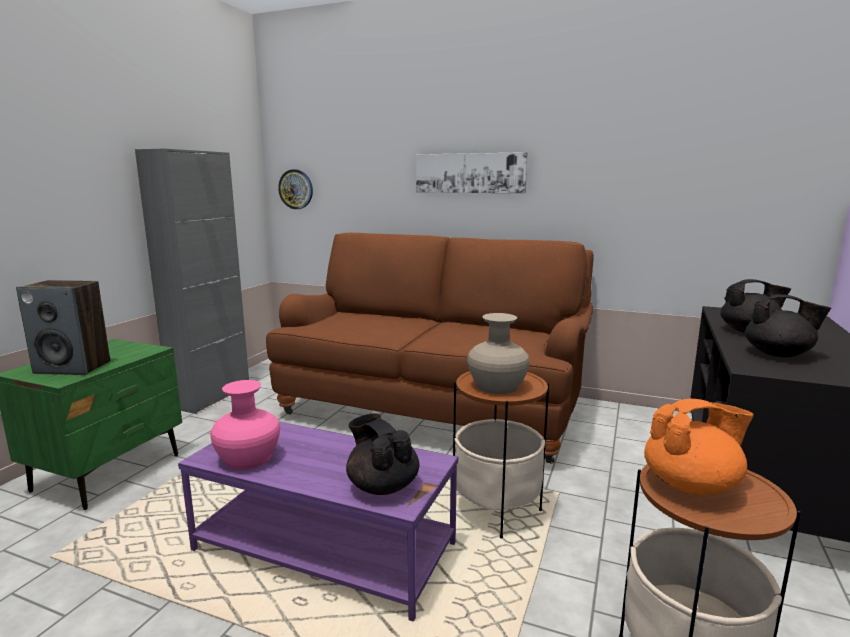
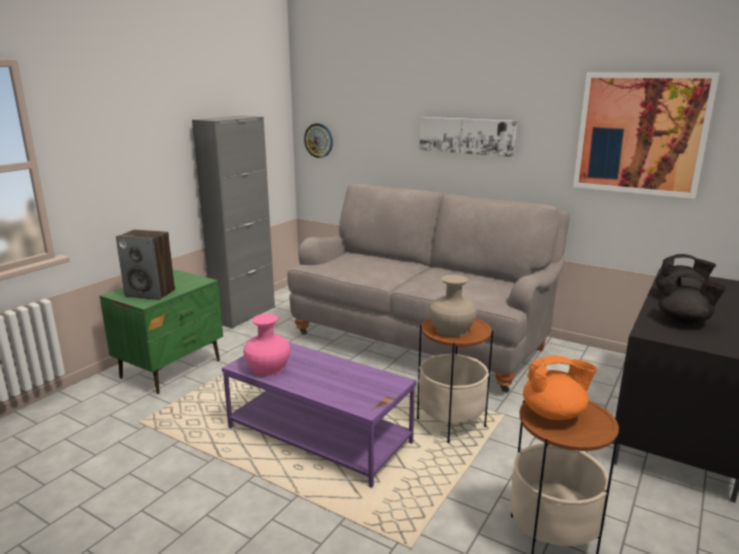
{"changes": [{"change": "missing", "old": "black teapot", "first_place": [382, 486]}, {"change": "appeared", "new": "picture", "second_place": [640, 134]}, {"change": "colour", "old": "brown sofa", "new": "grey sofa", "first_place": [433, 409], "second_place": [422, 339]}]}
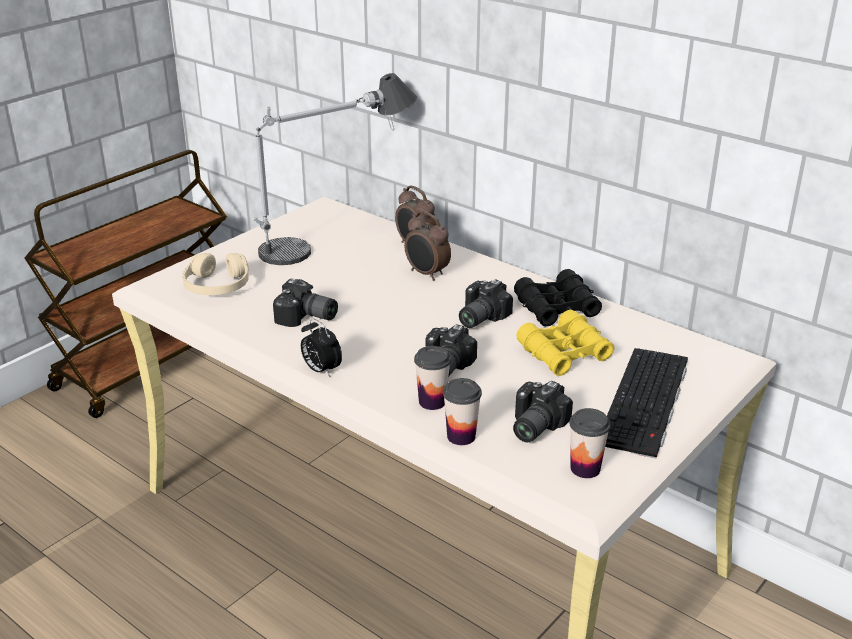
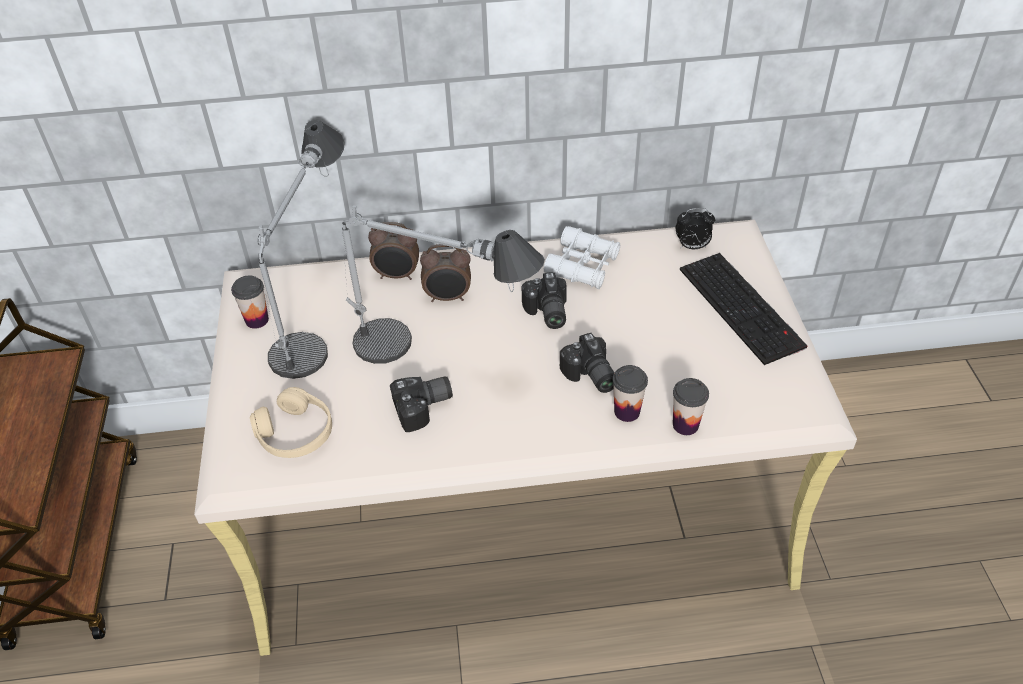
{"changes": [{"change": "missing", "old": "photo camera", "first_place": [532, 426]}, {"change": "missing", "old": "yellow binoculars", "first_place": [564, 353]}, {"change": "appeared", "new": "table lamp", "second_place": [438, 358]}, {"change": "relocated", "old": "alarm clock", "first_place": [321, 370], "second_place": [692, 246]}, {"change": "relocated", "old": "cup", "first_place": [585, 468], "second_place": [257, 320]}, {"change": "colour", "old": "black binoculars", "new": "white binoculars", "first_place": [557, 307], "second_place": [582, 265]}]}
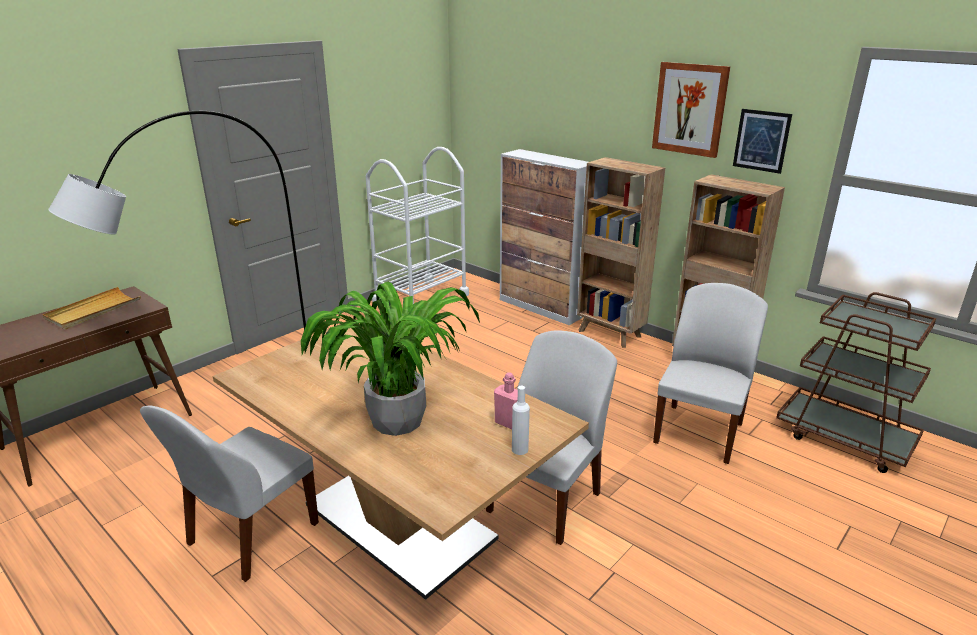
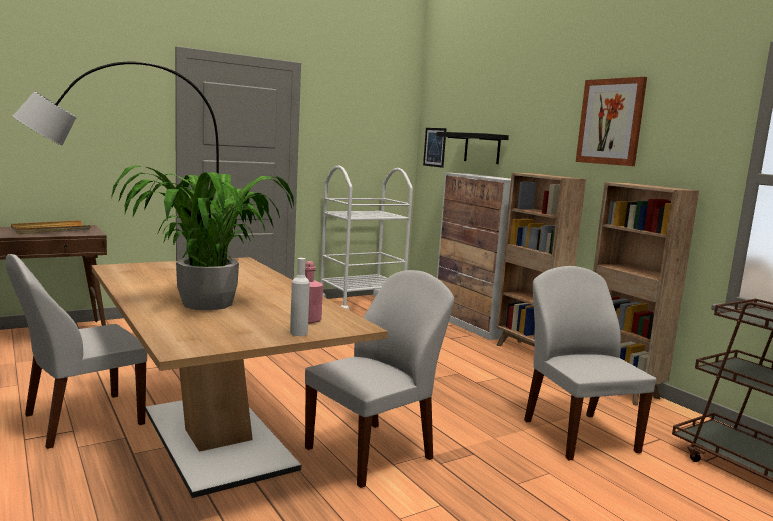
{"changes": [{"change": "appeared", "new": "black shelf", "second_place": [482, 148]}, {"change": "relocated", "old": "picture", "first_place": [761, 140], "second_place": [434, 147]}, {"change": "spun", "old": "white chair", "first_place": [699, 432], "second_place": [578, 434], "degrees": -60}]}
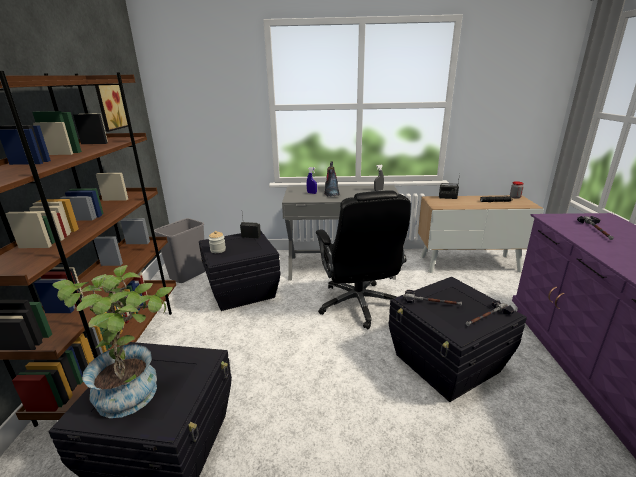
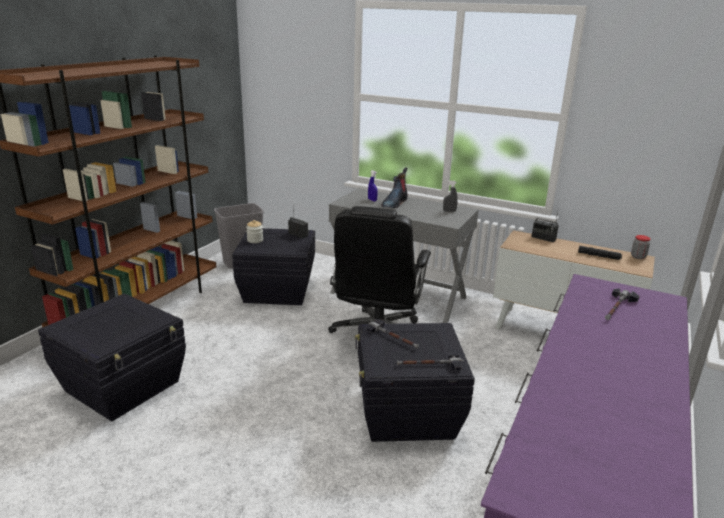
{"changes": [{"change": "missing", "old": "potted plant", "first_place": [136, 389]}, {"change": "missing", "old": "picture", "first_place": [110, 105]}]}
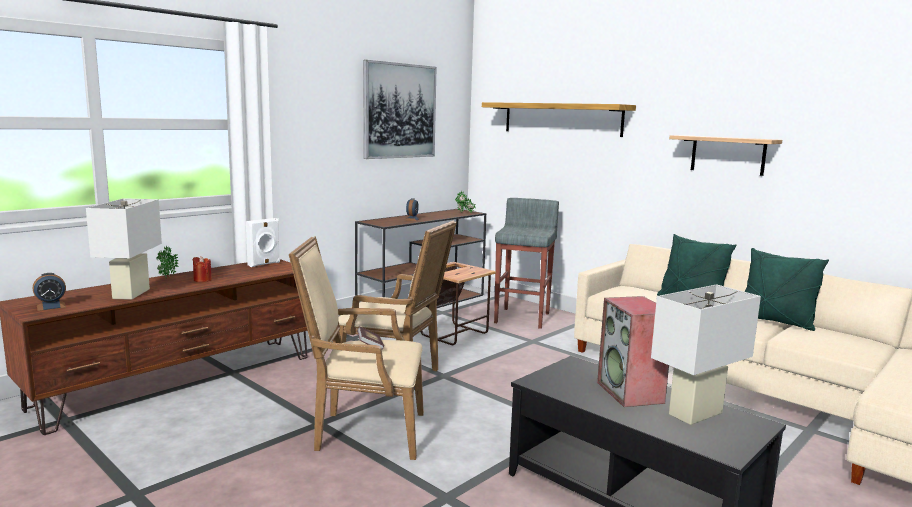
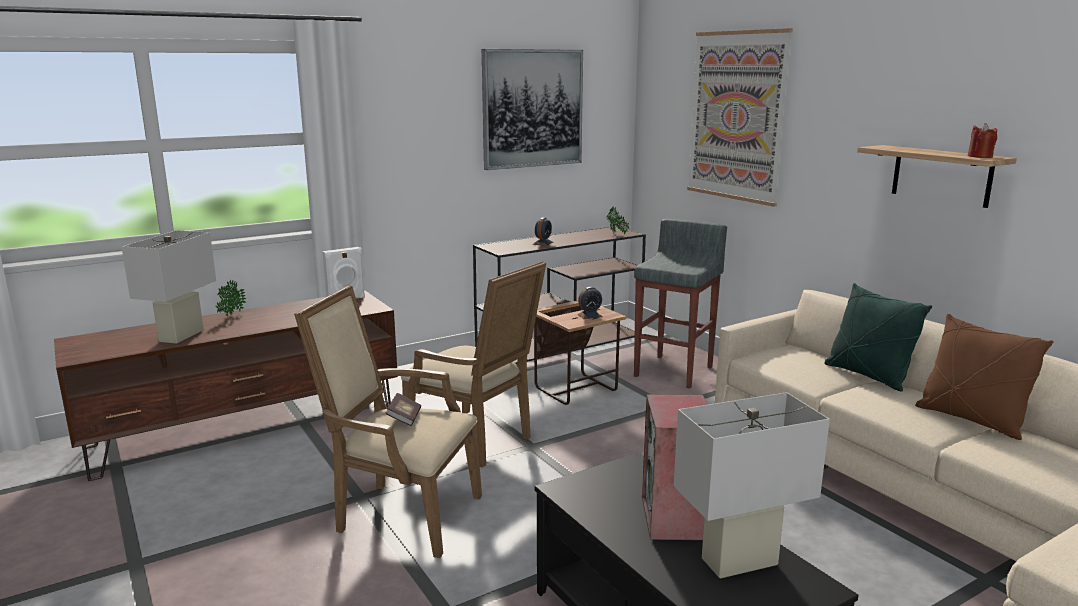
{"changes": [{"change": "relocated", "old": "alarm clock", "first_place": [51, 306], "second_place": [589, 315]}, {"change": "relocated", "old": "red candle", "first_place": [202, 280], "second_place": [980, 156]}, {"change": "exchanged", "old": "shelf", "new": "picture", "first_place": [561, 119], "second_place": [736, 116]}, {"change": "colour", "old": "green pillow", "new": "brown pillow", "first_place": [775, 322], "second_place": [971, 420]}]}
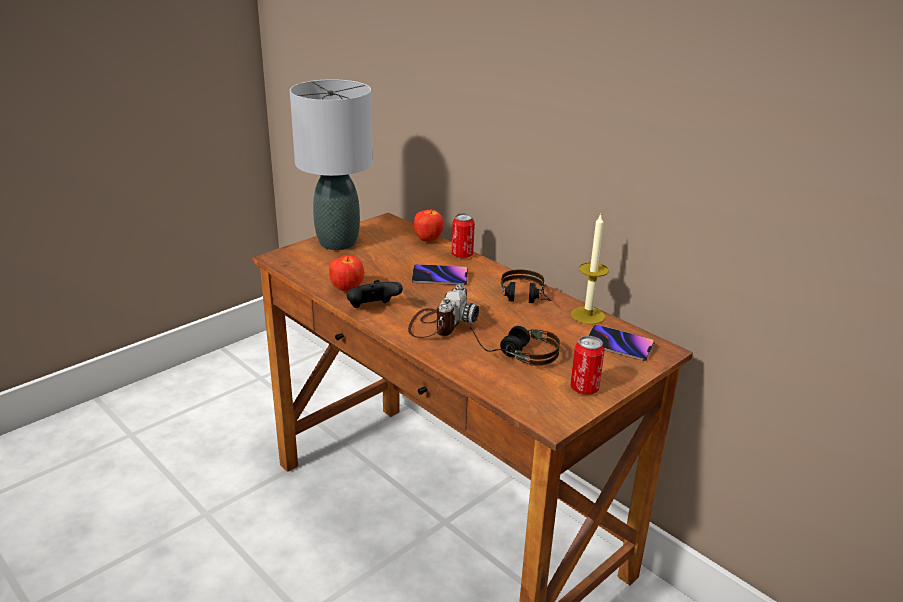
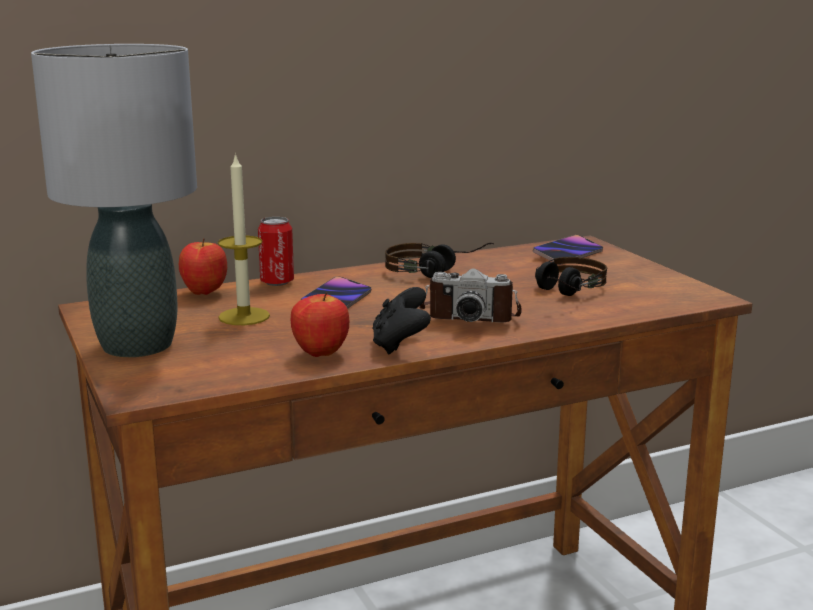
{"changes": [{"change": "missing", "old": "can", "first_place": [584, 388]}, {"change": "relocated", "old": "candle", "first_place": [588, 315], "second_place": [244, 316]}, {"change": "spun", "old": "photo camera", "first_place": [439, 323], "second_place": [469, 315], "degrees": 150}]}
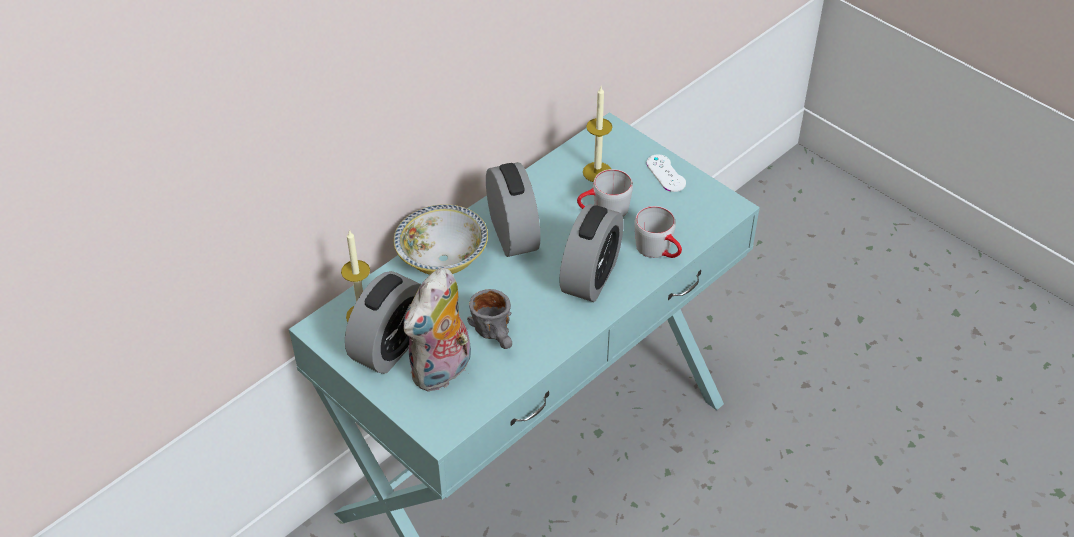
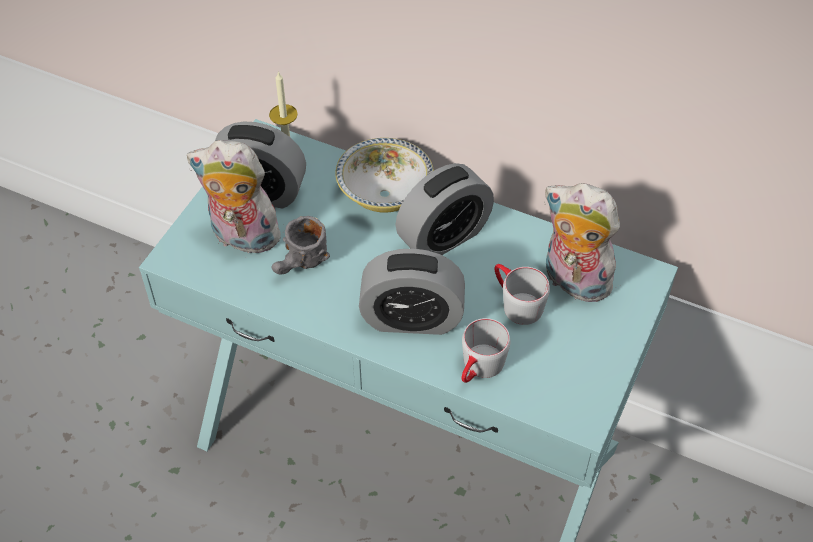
{"changes": [{"change": "missing", "old": "white game controller", "first_place": [666, 173]}, {"change": "exchanged", "old": "candle", "new": "plush toy", "first_place": [597, 172], "second_place": [572, 282]}]}
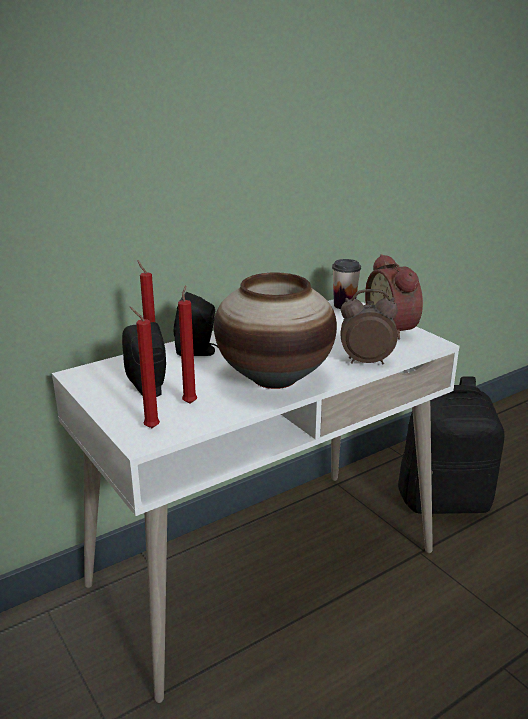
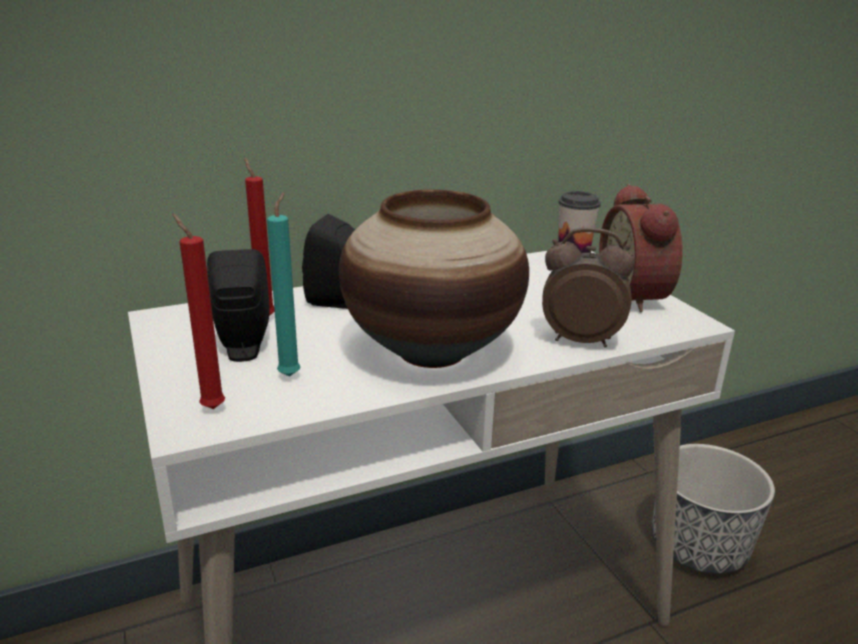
{"changes": [{"change": "exchanged", "old": "black backpack", "new": "planter", "first_place": [444, 499], "second_place": [699, 545]}, {"change": "colour", "old": "red candle", "new": "turquoise candle", "first_place": [190, 402], "second_place": [291, 374]}]}
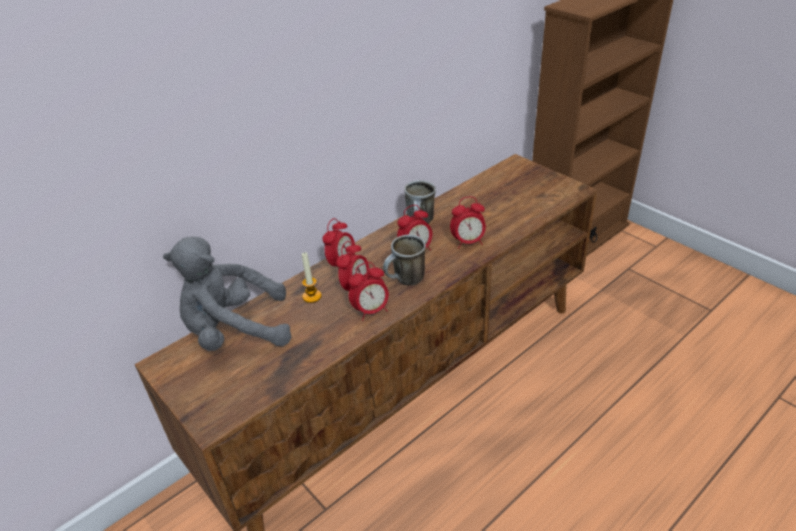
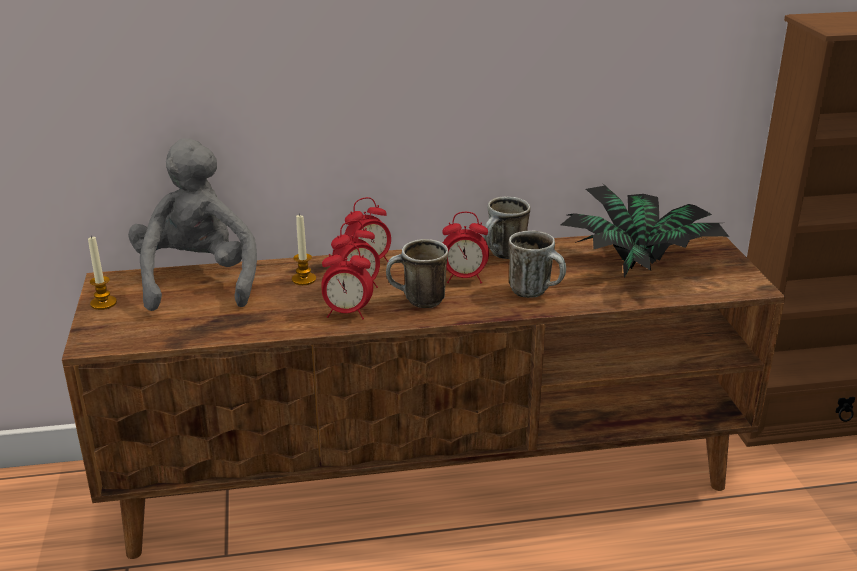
{"changes": [{"change": "appeared", "new": "candle", "second_place": [103, 303]}, {"change": "appeared", "new": "potted plant", "second_place": [641, 265]}, {"change": "exchanged", "old": "alarm clock", "new": "mug", "first_place": [468, 242], "second_place": [536, 292]}, {"change": "spun", "old": "grey plush toy", "first_place": [234, 331], "second_place": [198, 280], "degrees": 60}]}
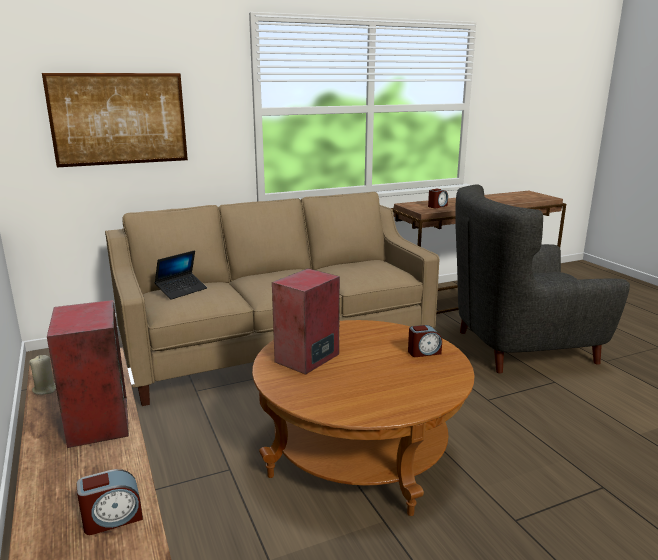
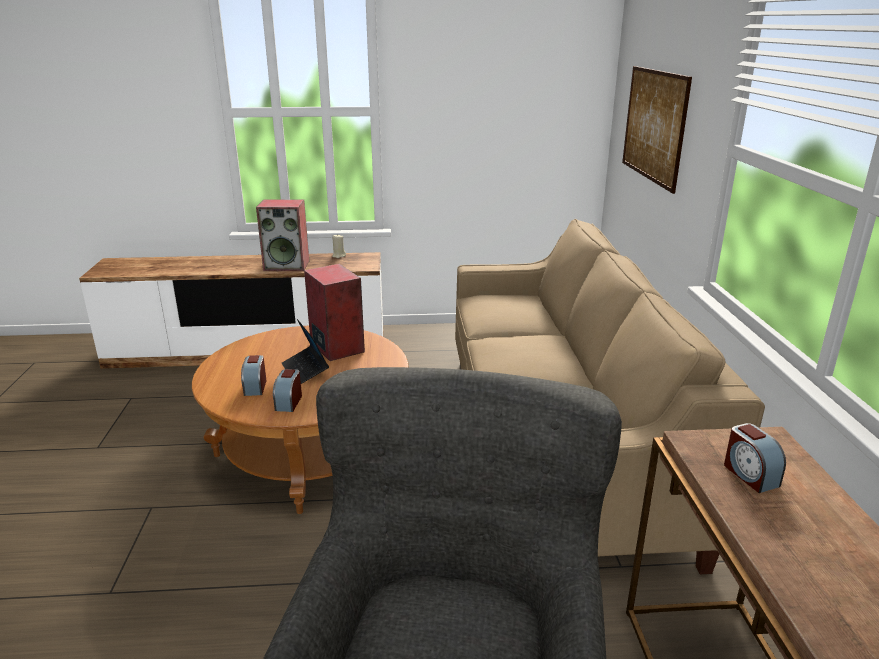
{"changes": [{"change": "relocated", "old": "alarm clock", "first_place": [112, 518], "second_place": [255, 387]}, {"change": "relocated", "old": "laptop", "first_place": [181, 290], "second_place": [305, 371]}]}
